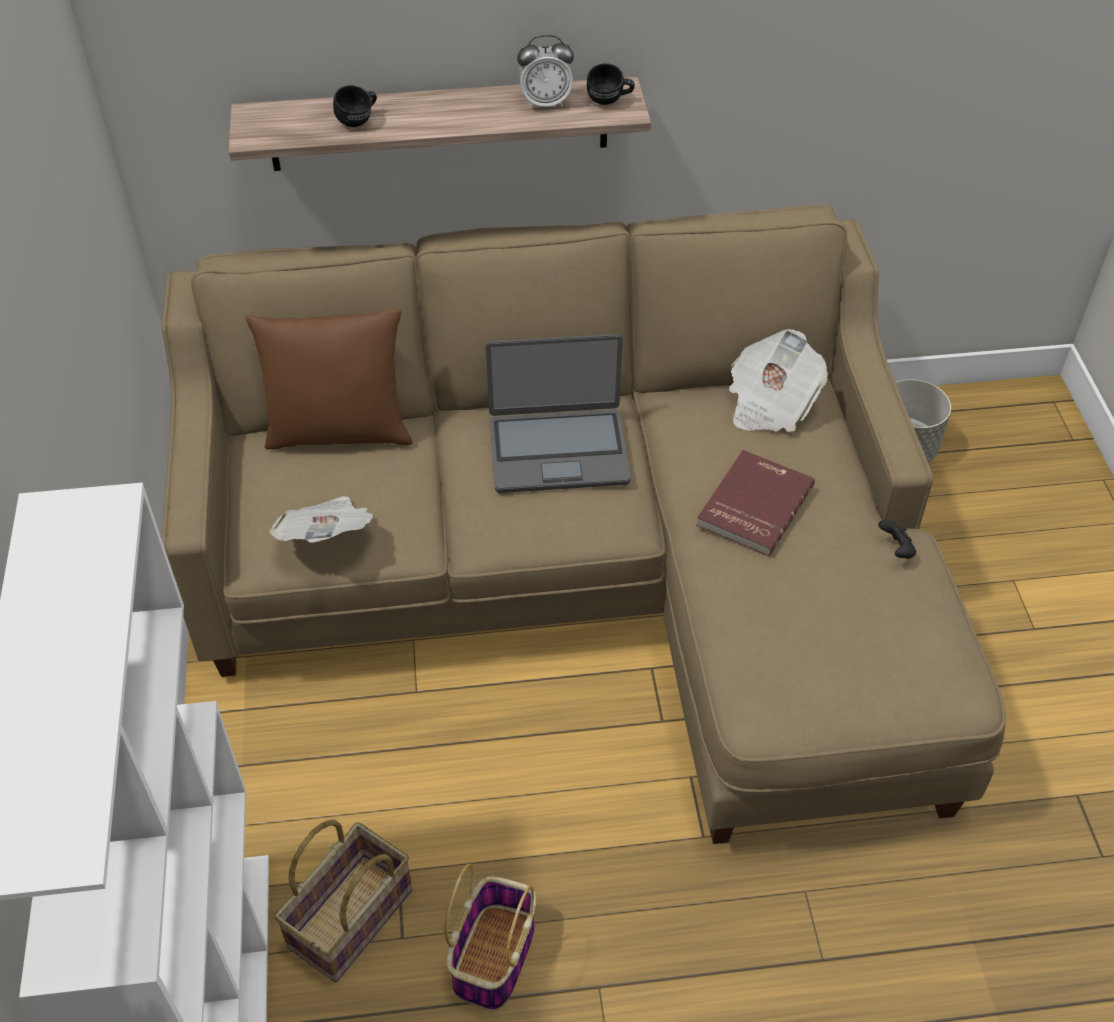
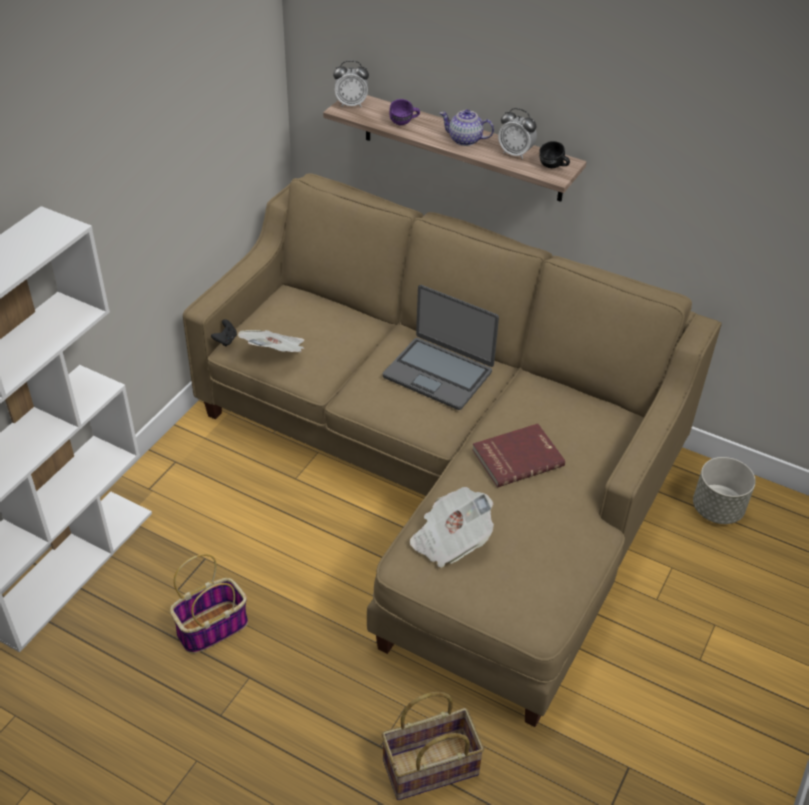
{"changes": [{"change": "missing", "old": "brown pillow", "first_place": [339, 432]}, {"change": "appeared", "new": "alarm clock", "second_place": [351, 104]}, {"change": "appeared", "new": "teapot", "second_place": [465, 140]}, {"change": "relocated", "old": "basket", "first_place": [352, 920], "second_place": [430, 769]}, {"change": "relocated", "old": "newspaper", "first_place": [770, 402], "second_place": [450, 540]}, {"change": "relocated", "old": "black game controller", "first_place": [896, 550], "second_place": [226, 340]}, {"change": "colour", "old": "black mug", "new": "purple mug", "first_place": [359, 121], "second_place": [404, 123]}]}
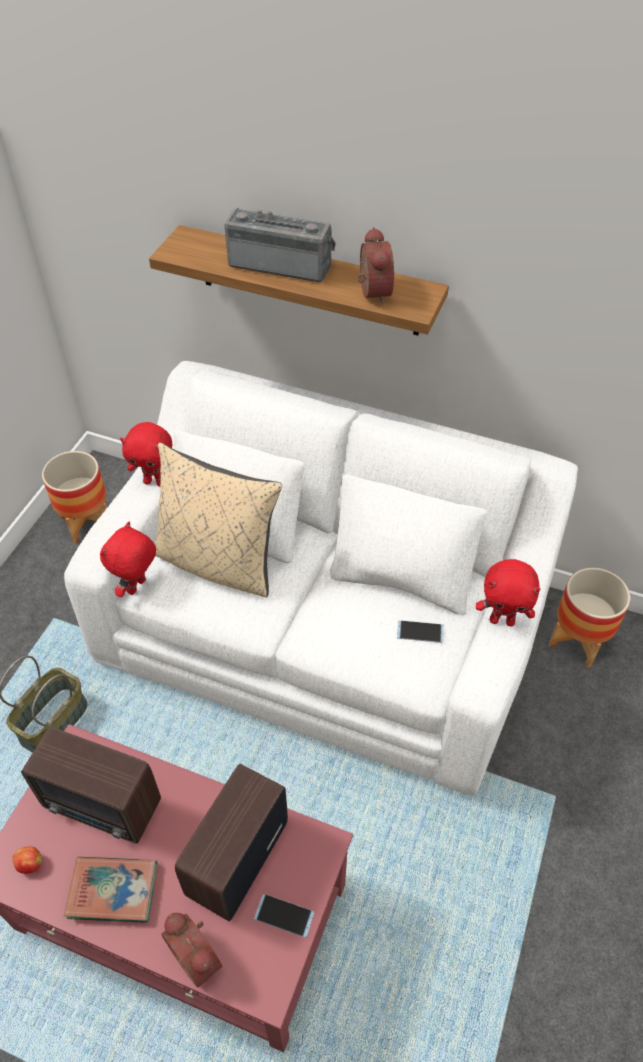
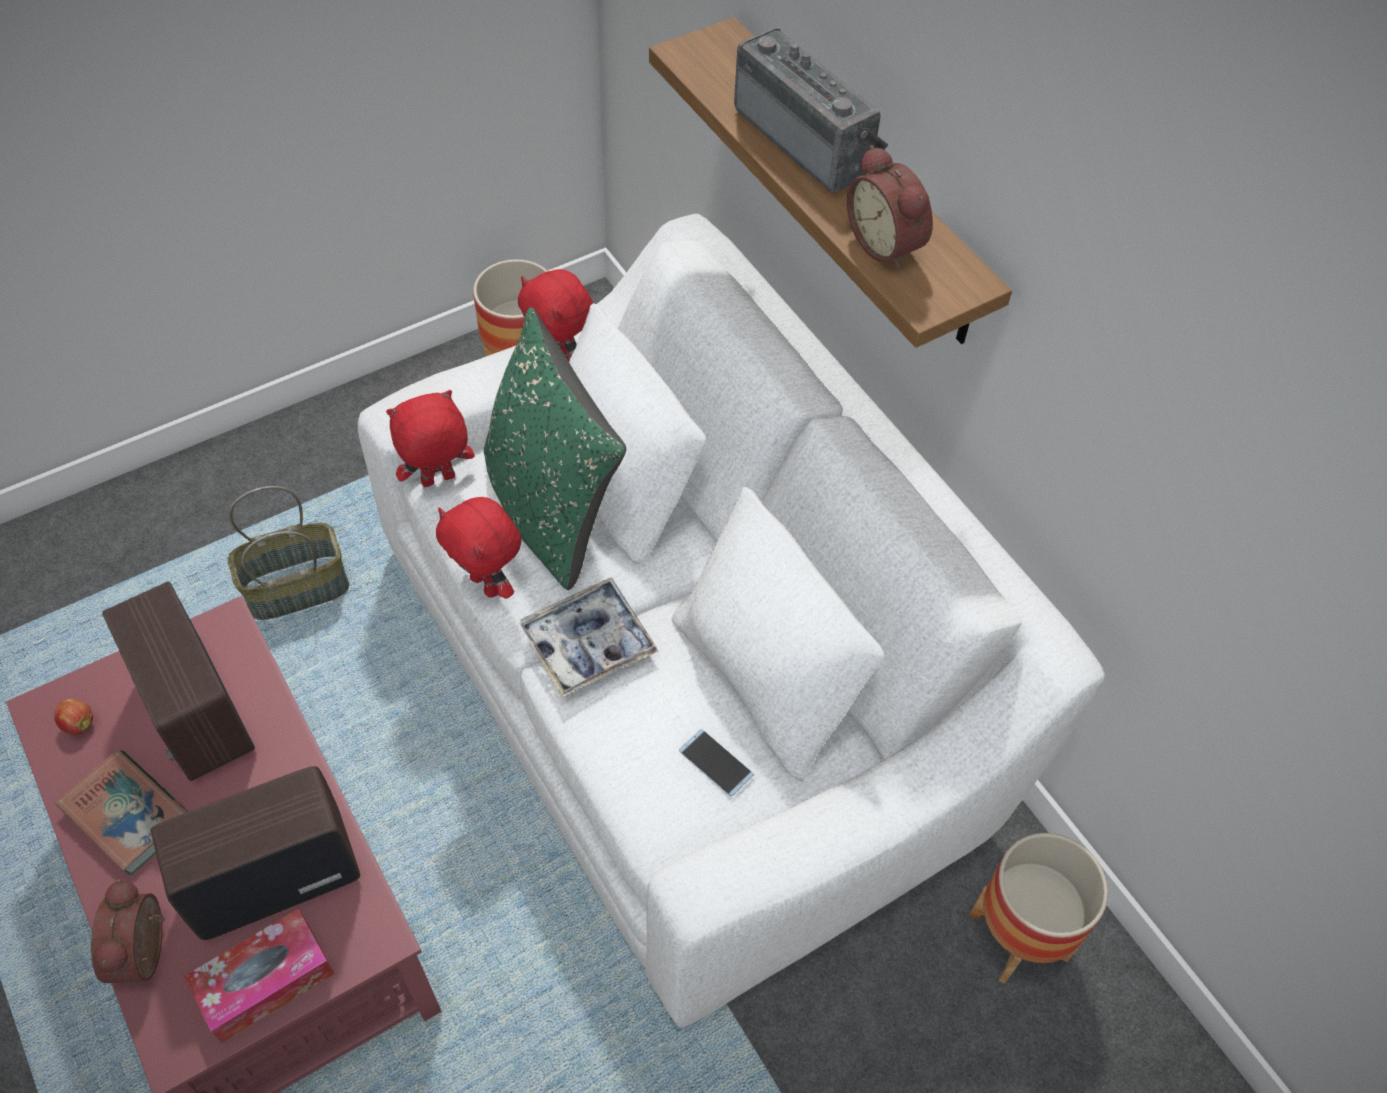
{"changes": [{"change": "appeared", "new": "tray", "second_place": [588, 643]}, {"change": "relocated", "old": "red plush toy", "first_place": [502, 620], "second_place": [488, 584]}, {"change": "exchanged", "old": "phone", "new": "tissue box", "first_place": [284, 915], "second_place": [265, 981]}, {"change": "colour", "old": "beige pillow", "new": "green pillow", "first_place": [218, 563], "second_place": [551, 509]}, {"change": "spun", "old": "alarm clock", "first_place": [371, 292], "second_place": [887, 244], "degrees": 120}]}
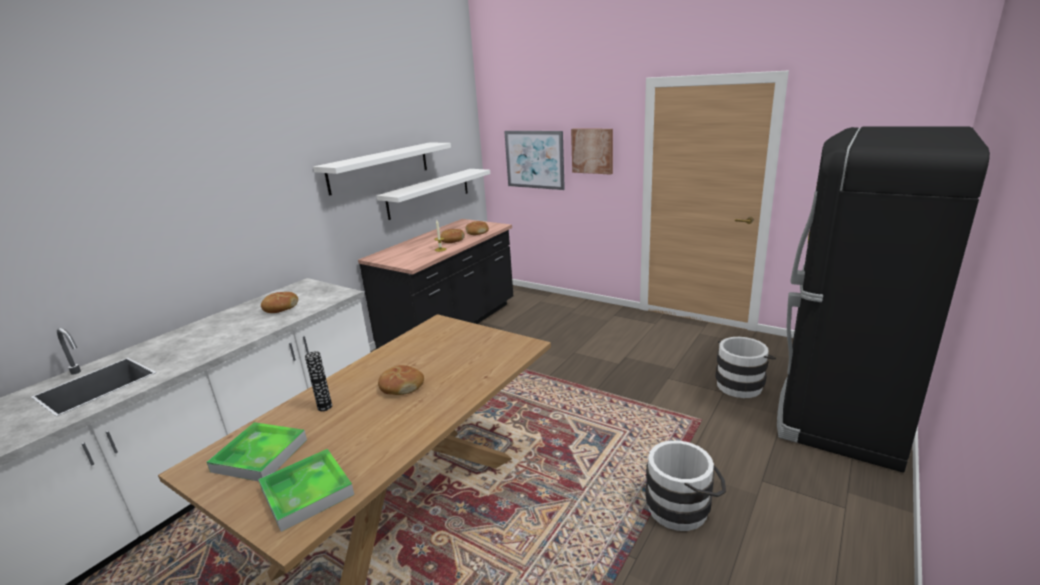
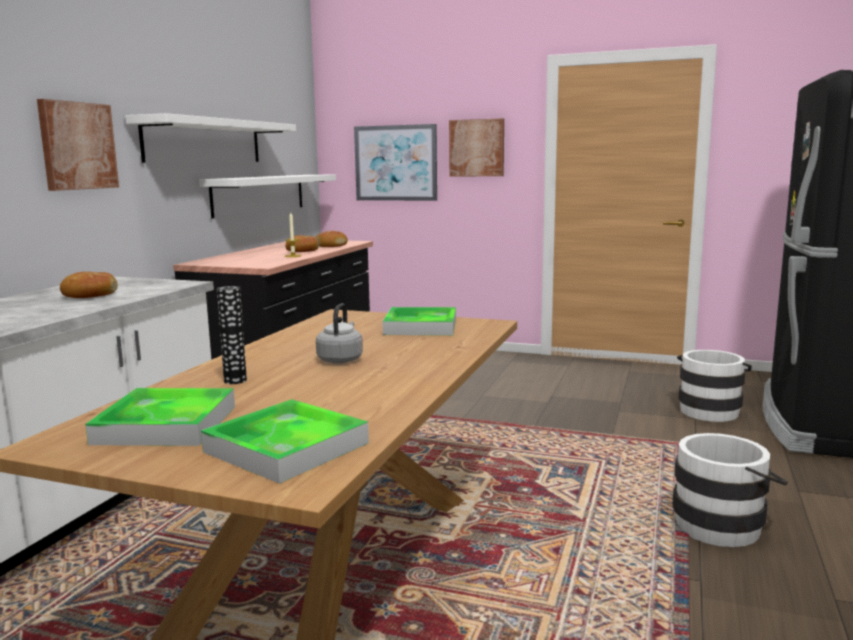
{"changes": [{"change": "appeared", "new": "picture", "second_place": [77, 146]}, {"change": "appeared", "new": "tray", "second_place": [420, 327]}, {"change": "exchanged", "old": "bread", "new": "grey kettle", "first_place": [401, 386], "second_place": [341, 359]}]}
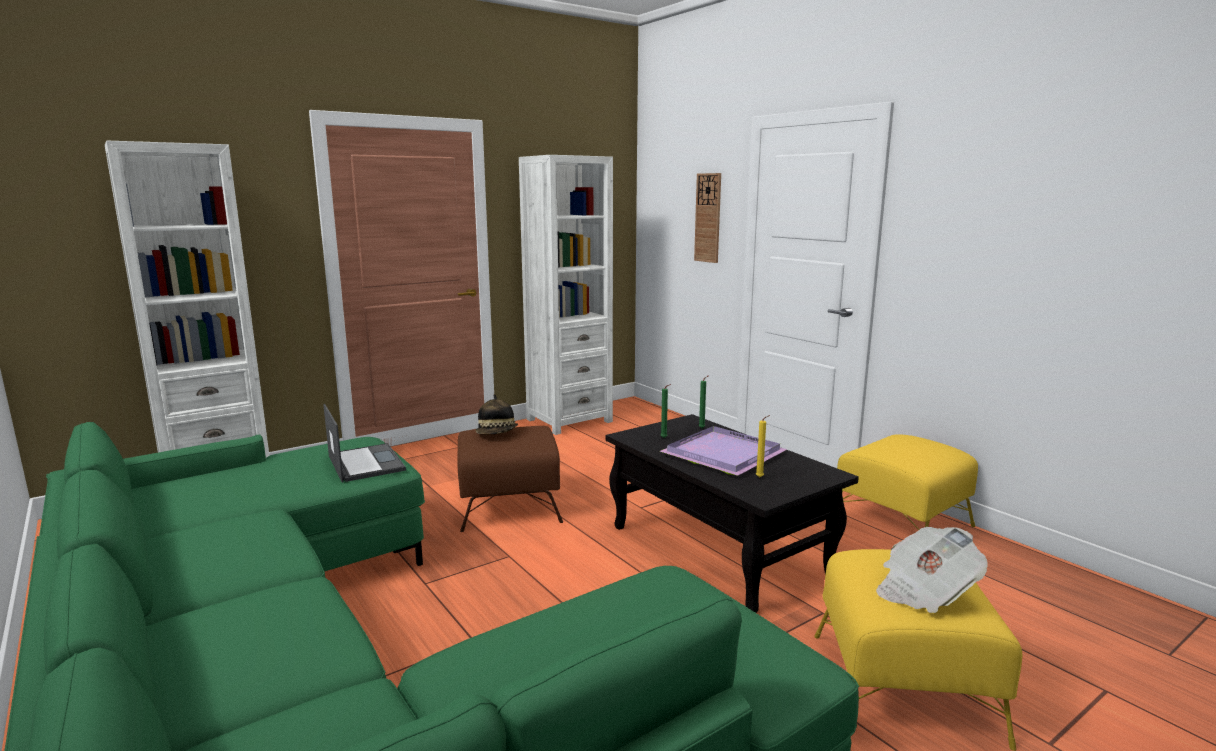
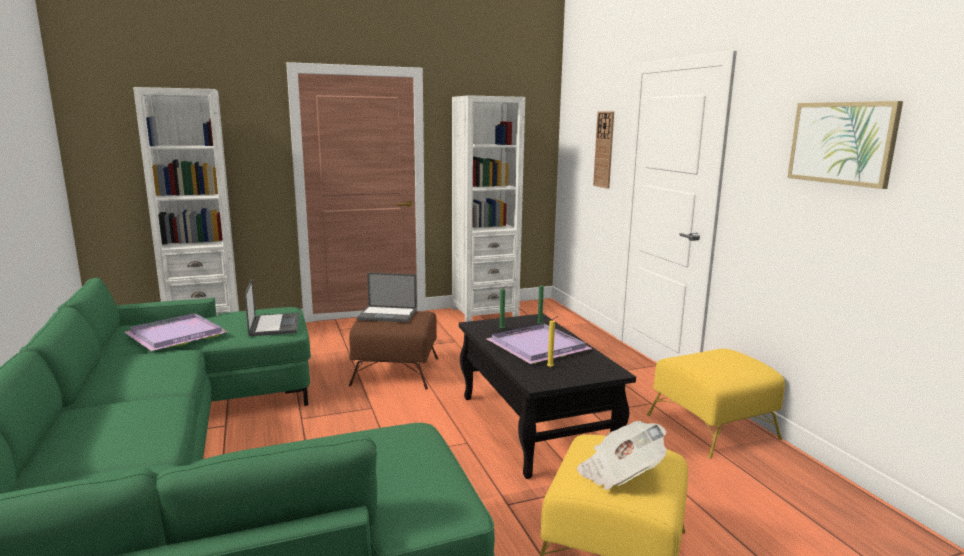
{"changes": [{"change": "appeared", "new": "purple tray", "second_place": [178, 335]}, {"change": "appeared", "new": "picture", "second_place": [842, 143]}, {"change": "exchanged", "old": "hat", "new": "laptop", "first_place": [497, 434], "second_place": [388, 314]}]}
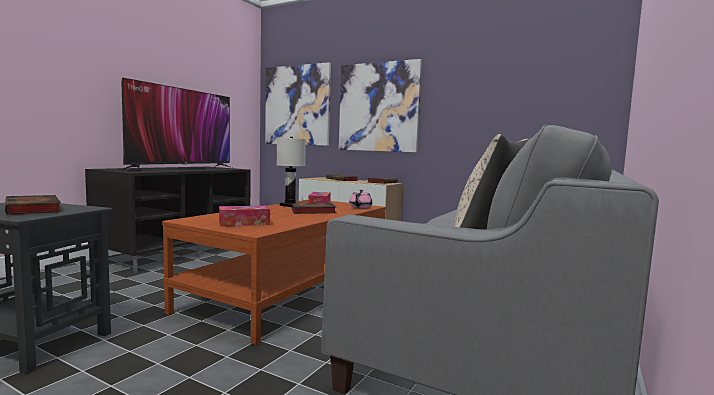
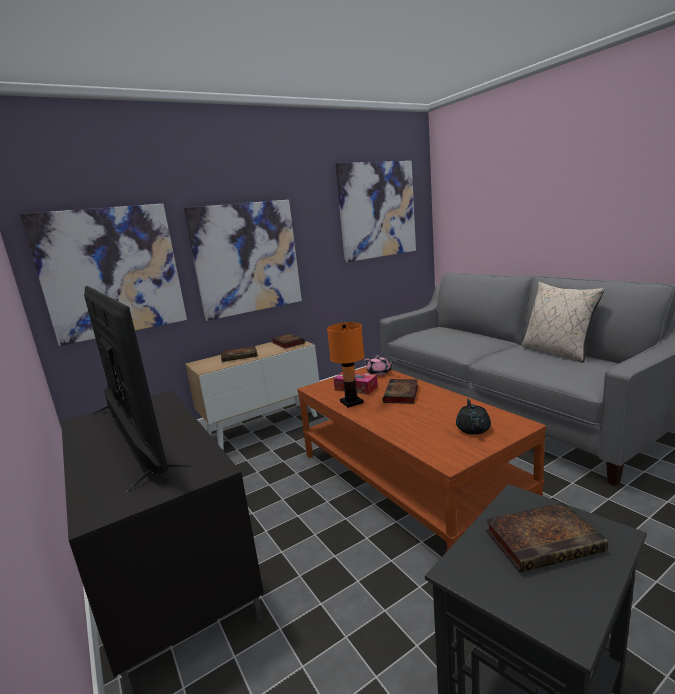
{"changes": [{"change": "appeared", "new": "picture", "second_place": [377, 210]}, {"change": "exchanged", "old": "tissue box", "new": "black teapot", "first_place": [244, 223], "second_place": [473, 428]}, {"change": "colour", "old": "white table lamp", "new": "orange table lamp", "first_place": [290, 205], "second_place": [351, 402]}]}
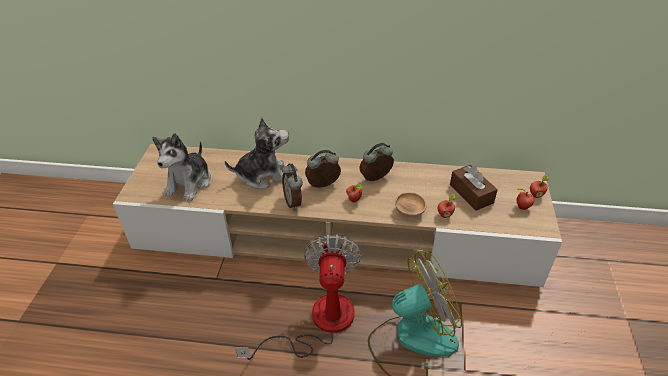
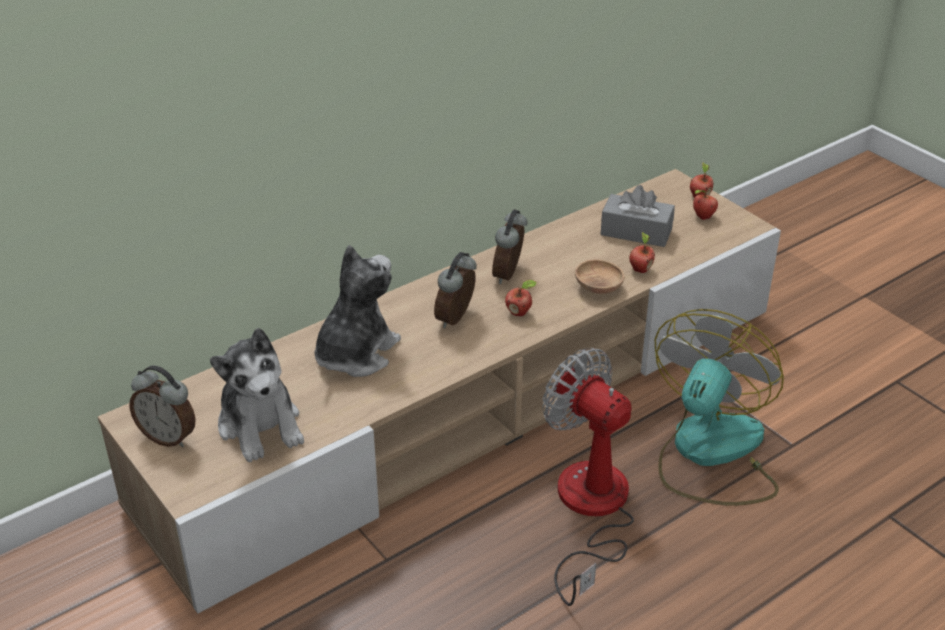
{"changes": [{"change": "relocated", "old": "alarm clock", "first_place": [294, 202], "second_place": [169, 437]}, {"change": "colour", "old": "brown tissue box", "new": "grey tissue box", "first_place": [471, 194], "second_place": [636, 232]}]}
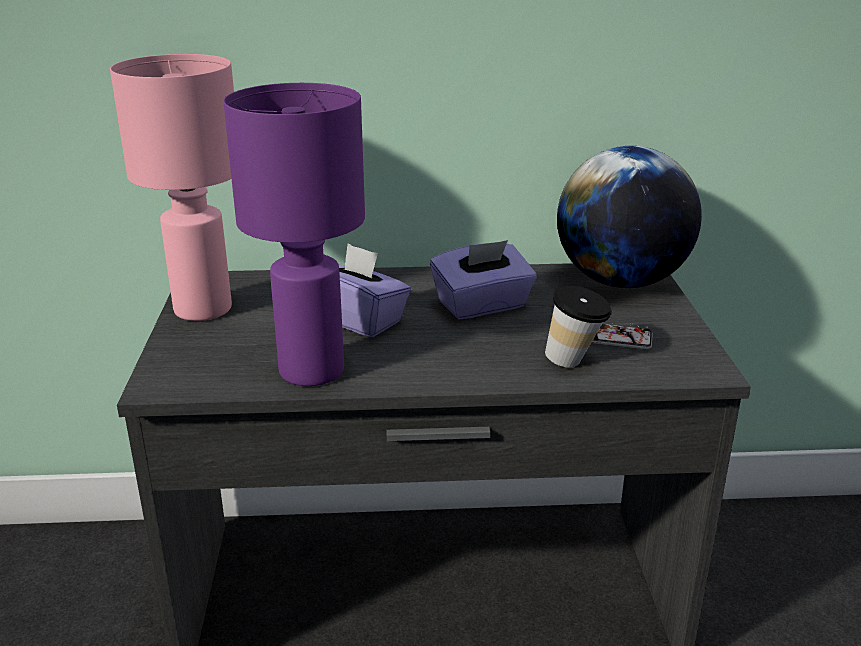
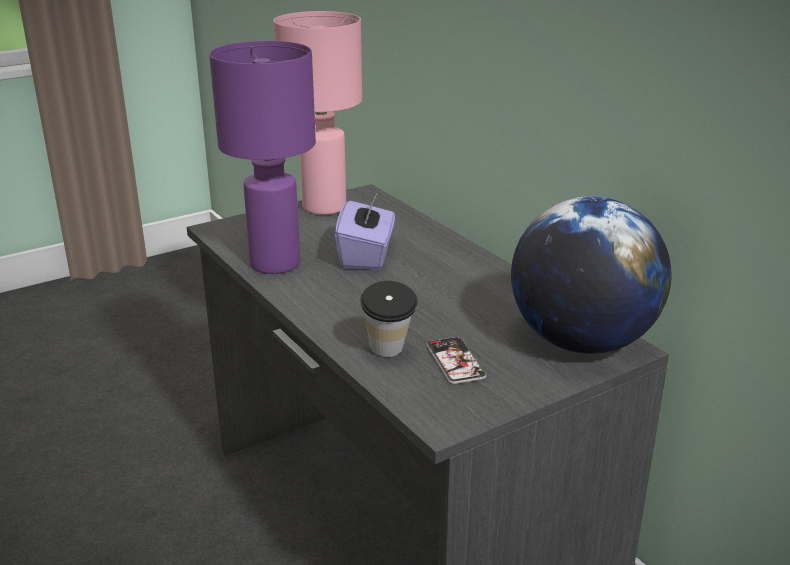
{"changes": [{"change": "missing", "old": "purple tissue box", "first_place": [482, 306]}]}
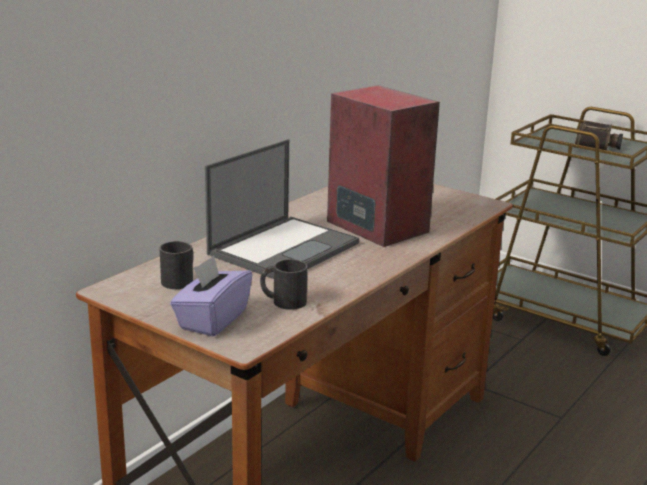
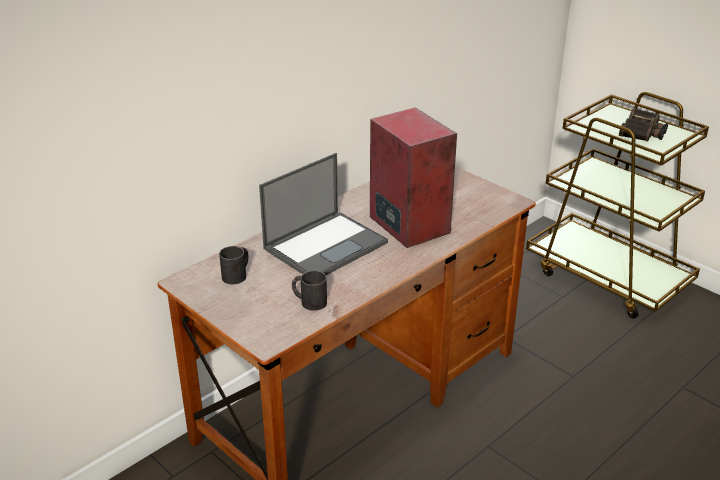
{"changes": [{"change": "missing", "old": "purple tissue box", "first_place": [212, 320]}]}
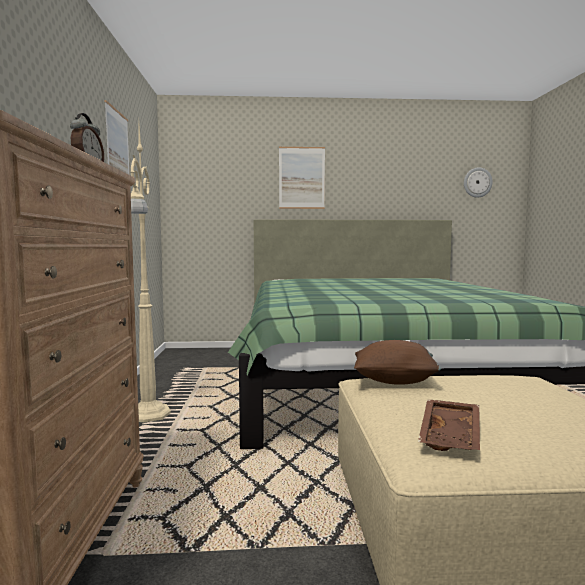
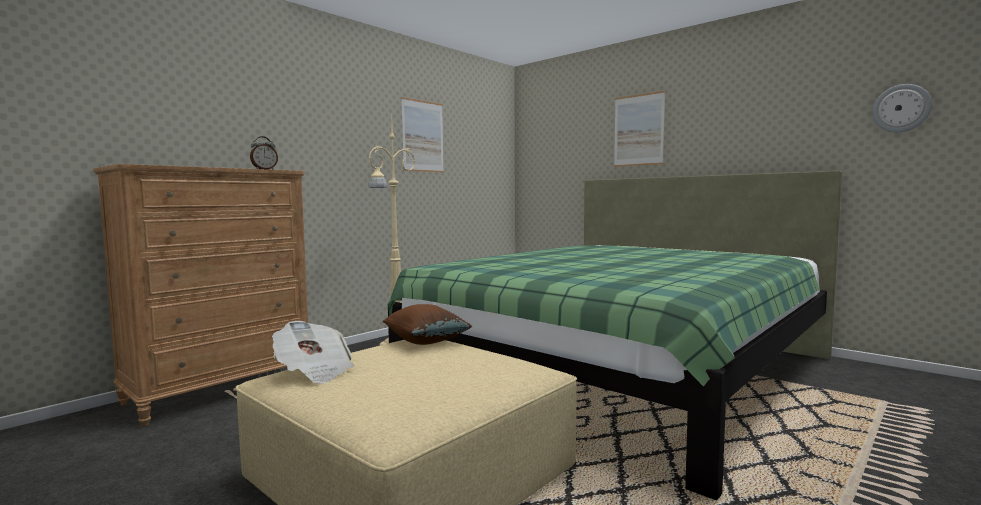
{"changes": [{"change": "exchanged", "old": "brown tray", "new": "newspaper", "first_place": [452, 436], "second_place": [314, 371]}]}
